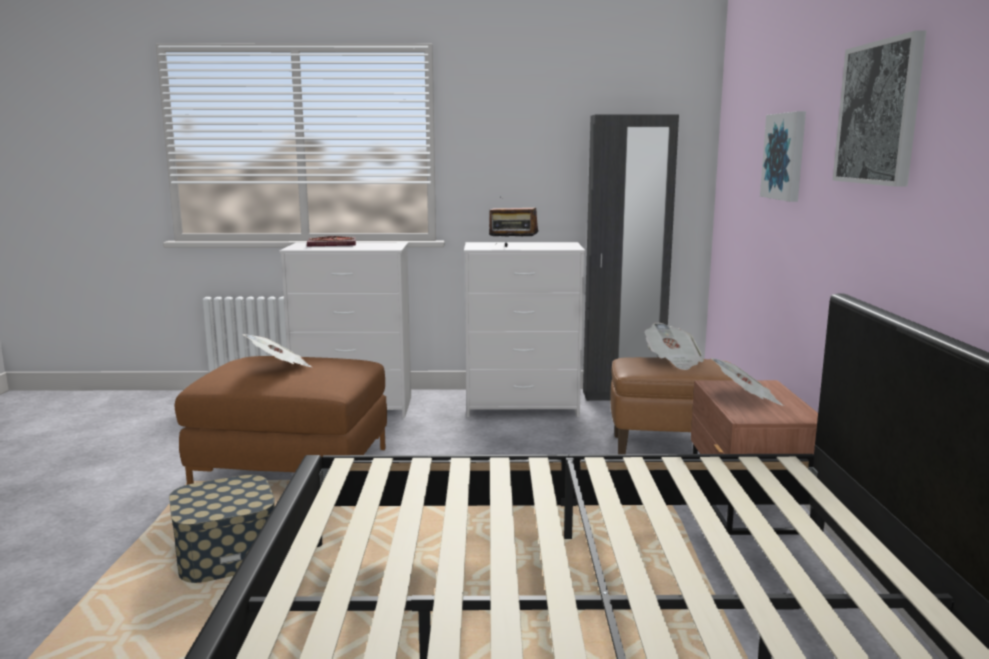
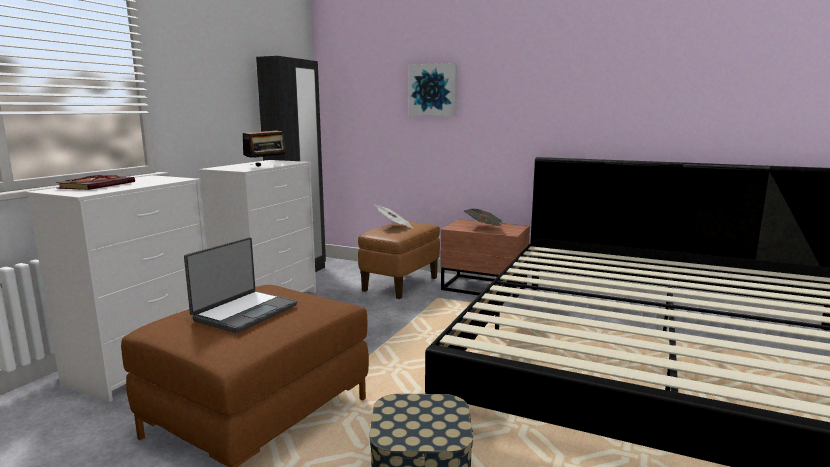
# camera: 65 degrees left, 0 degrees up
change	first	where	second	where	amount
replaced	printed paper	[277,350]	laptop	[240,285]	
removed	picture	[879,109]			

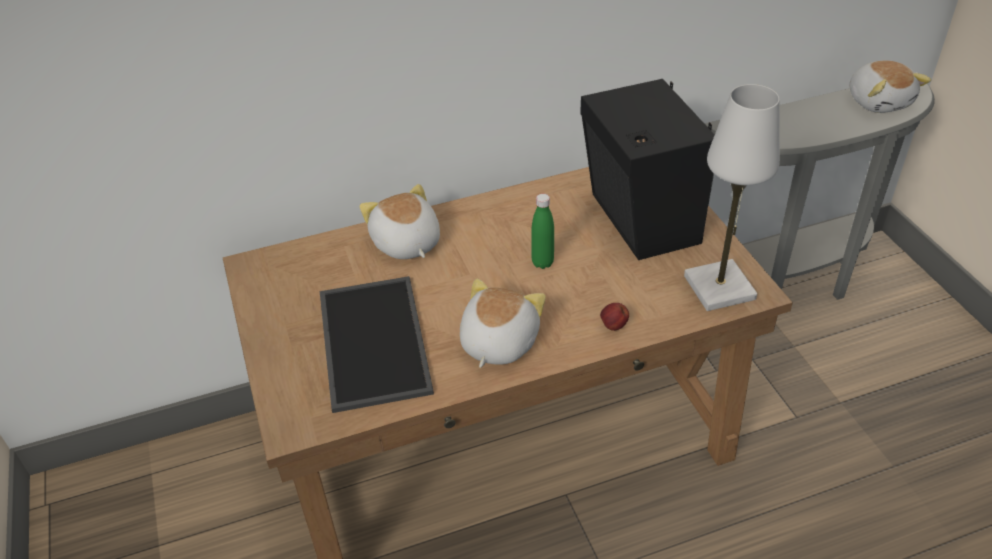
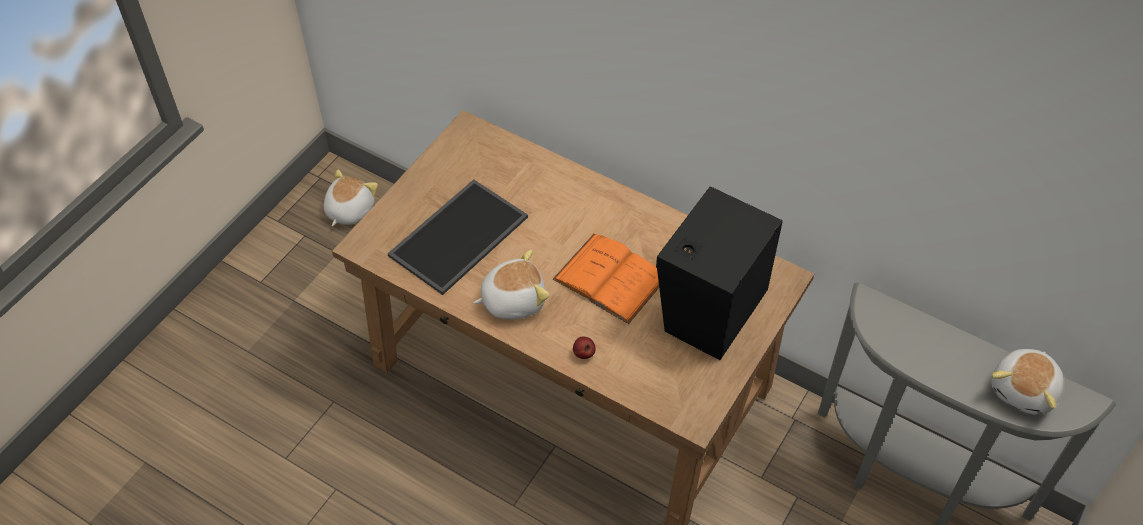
# camera: 50 degrees right, 10 degrees up
change	first	where	second	where	amount
moved	cuddly toy	[399,221]		[351,197]	
replaced	bottle (greenish)	[543,231]	volume (orange)	[606,279]	
removed	table lamp (white-coloured)	[732,197]			

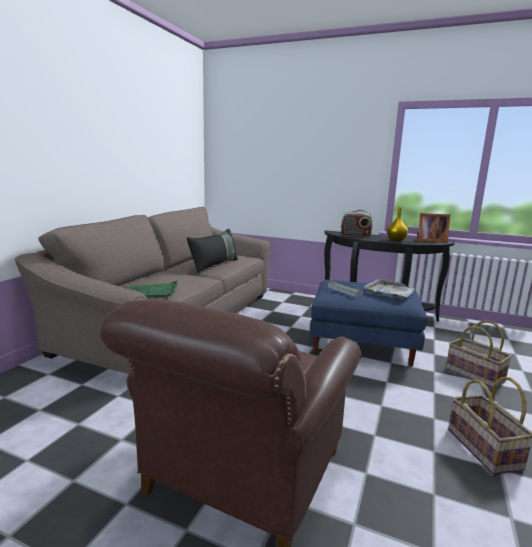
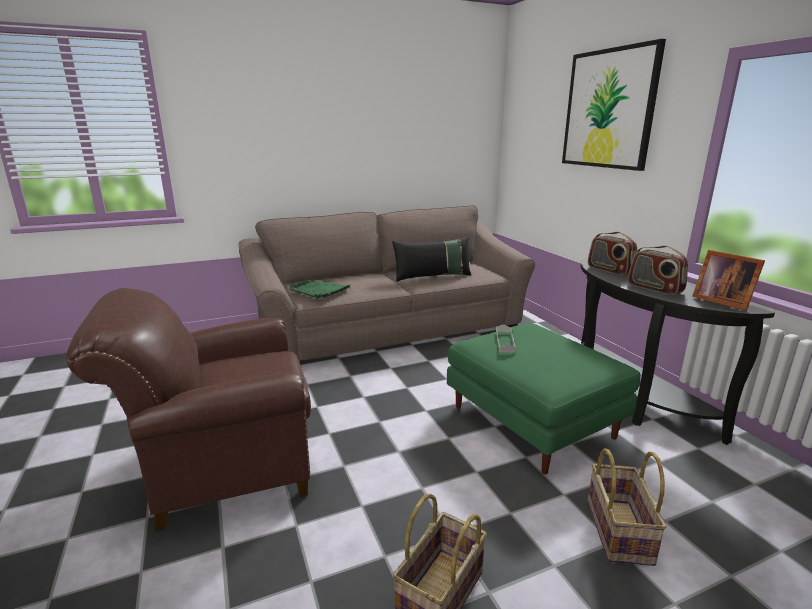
# camera: 45 degrees right, 5 degrees up
change	first	where	second	where	amount
recoloured	ottoman (bluish)	[368,323]	ottoman (greenish)	[544,398]	
added			picture	[614,105]	
replaced	decorative vase (yellowish)	[397,224]	radio	[658,270]	
removed	carrying tray (greyish)	[389,289]			

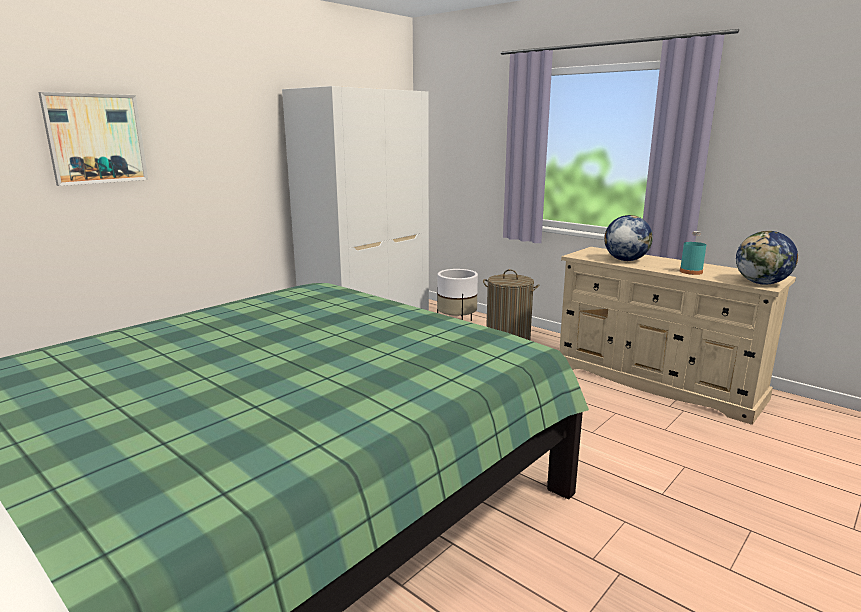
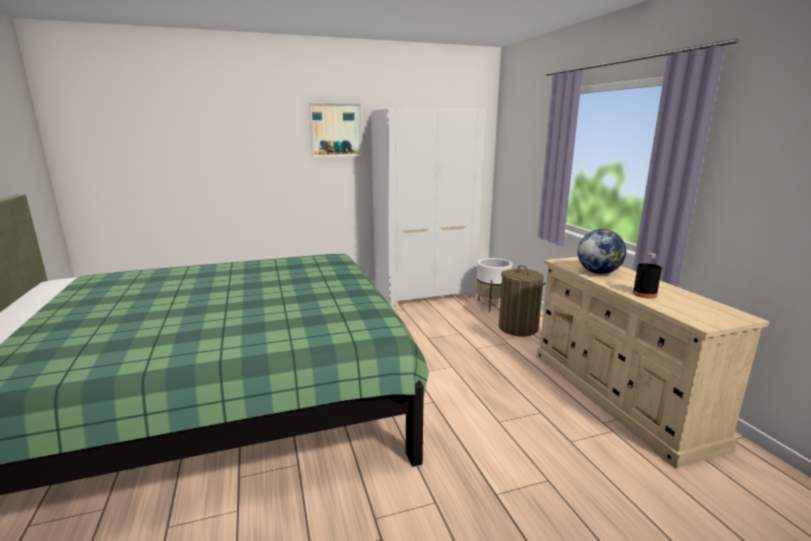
# camera: 30 degrees right, 0 degrees up
change	first	where	second	where	amount
moved	picture	[93,139]		[335,130]	
recoloured	bottle (blue-green)	[693,253]	bottle (black-coloured)	[647,276]	
removed	world globe	[767,257]			

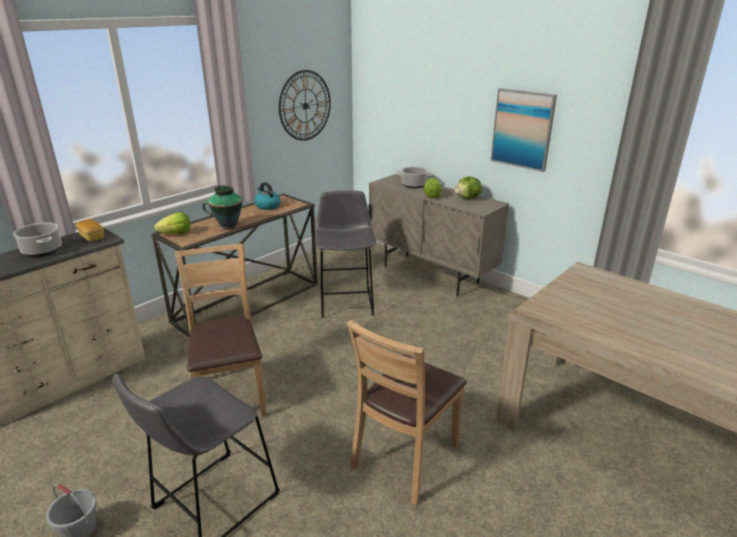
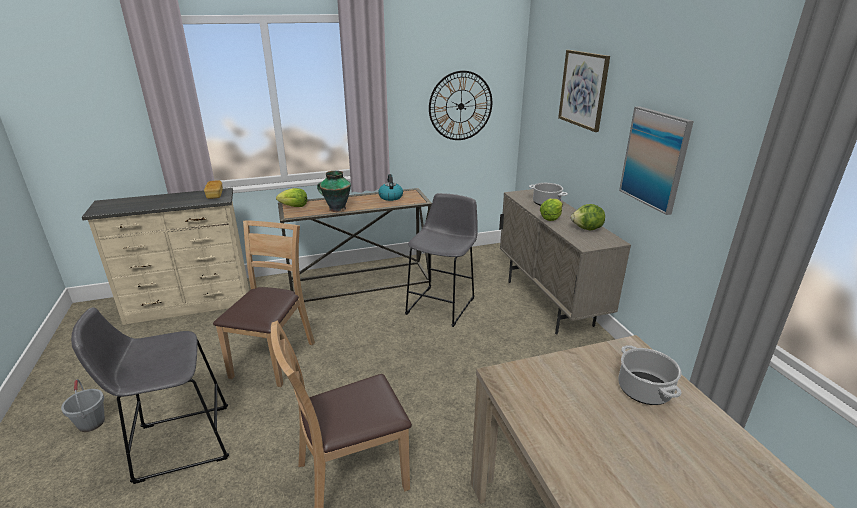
# camera: 30 degrees right, 0 degrees up
change	first	where	second	where	amount
added			picture	[584,91]	
moved	stockpot	[37,239]		[650,375]	

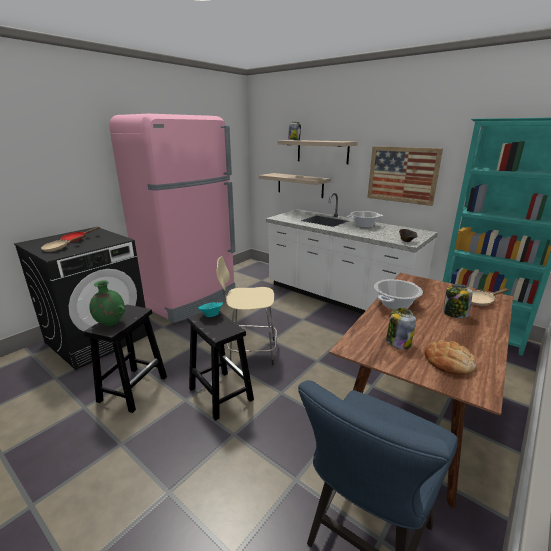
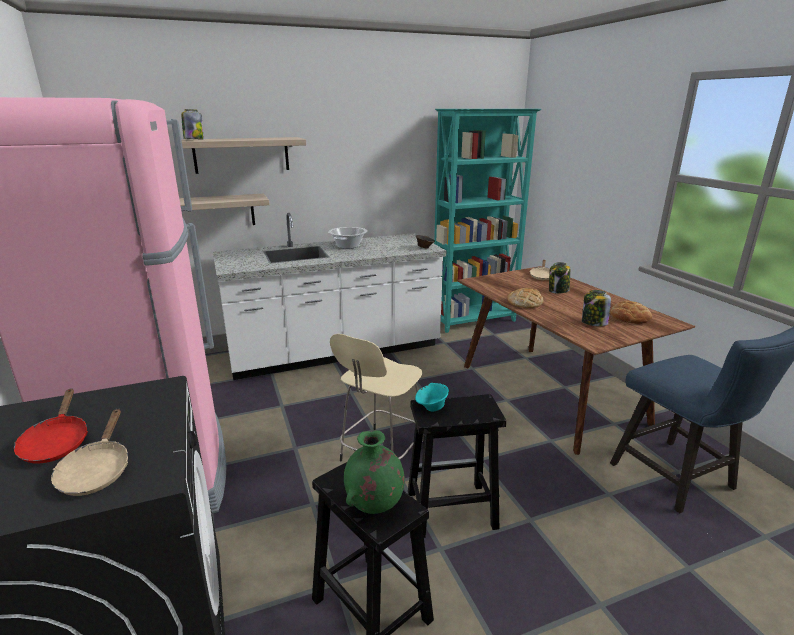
# camera: 60 degrees left, 0 degrees up
change	first	where	second	where	amount
replaced	stockpot	[398,294]	baked bread	[525,298]	
removed	picture	[405,176]			

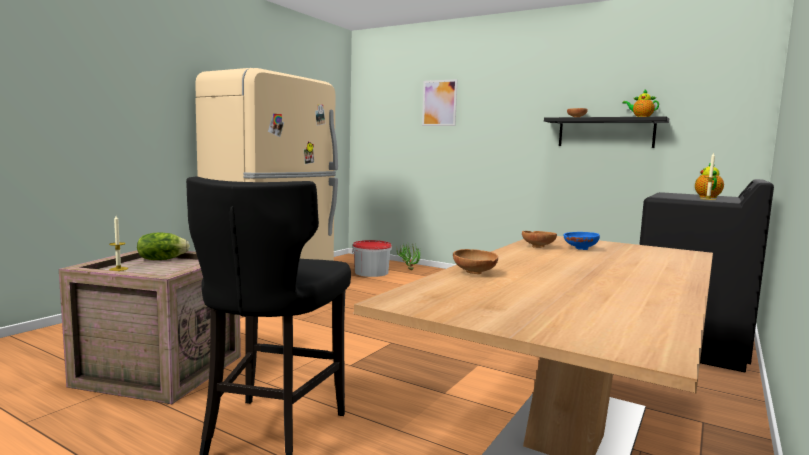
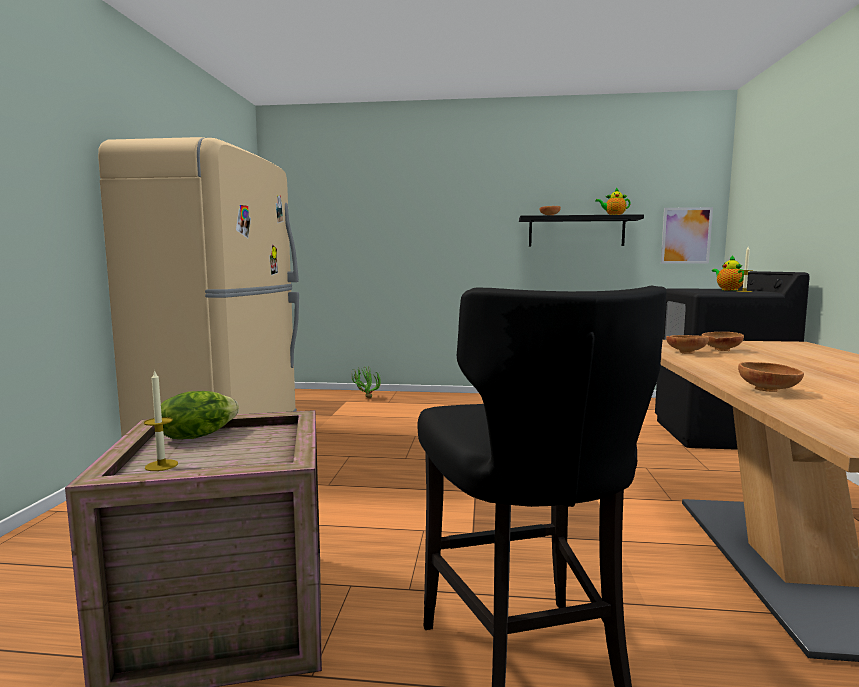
# camera: 25 degrees left, 0 degrees up
change	first	where	second	where	amount
moved	picture	[440,102]		[687,235]	
recoloured	deep dish (bluish)	[582,241]	deep dish (brown-coloured)	[723,341]	
removed	pail	[372,258]			

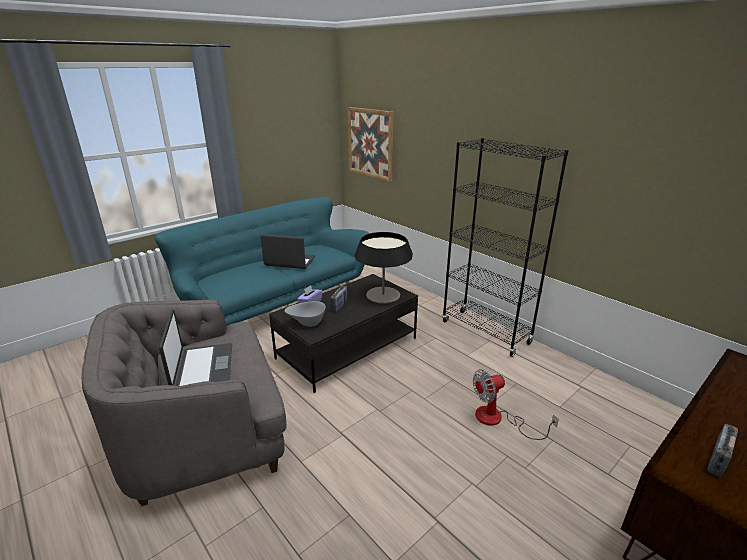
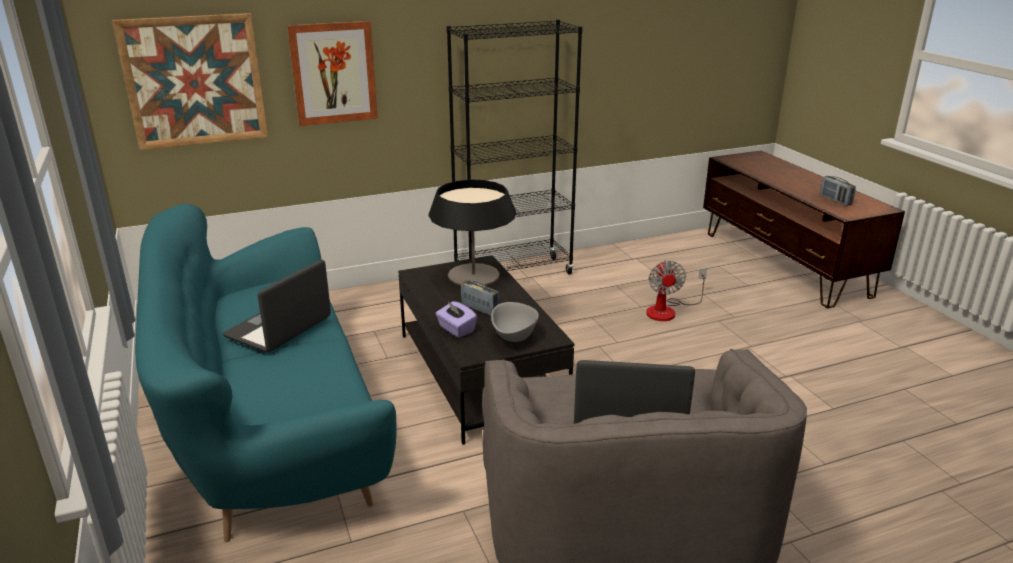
# camera: 70 degrees left, 0 degrees up
change	first	where	second	where	amount
added			picture	[332,73]	

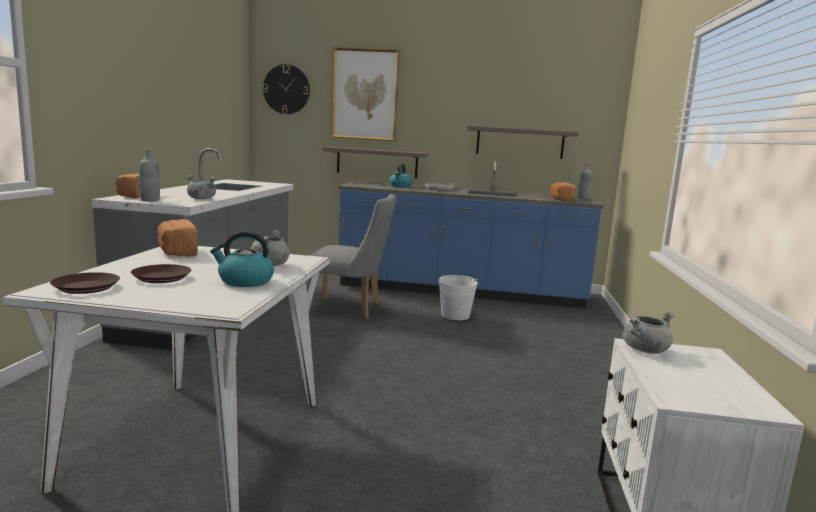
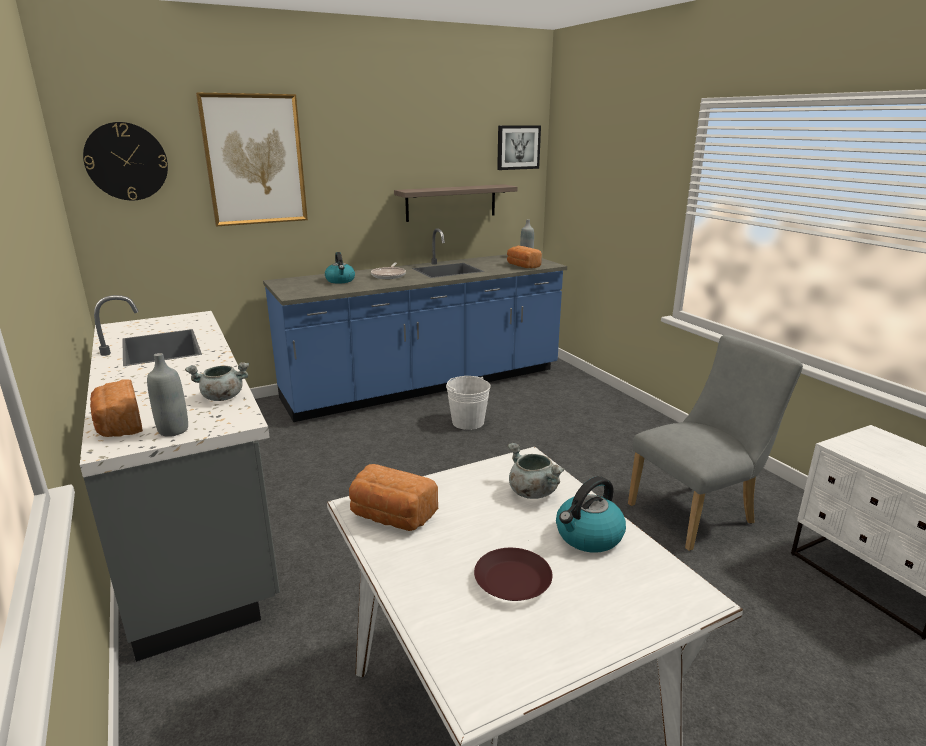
# camera: 35 degrees left, 10 degrees up
change	first	where	second	where	amount
added			picture	[519,147]	
moved	plain chair (greyish)	[351,256]		[715,443]	
removed	dinner plate (brown-coloured)	[85,283]			
removed	bracket shelf	[375,162]			
removed	stockpot (greyish)	[649,333]			

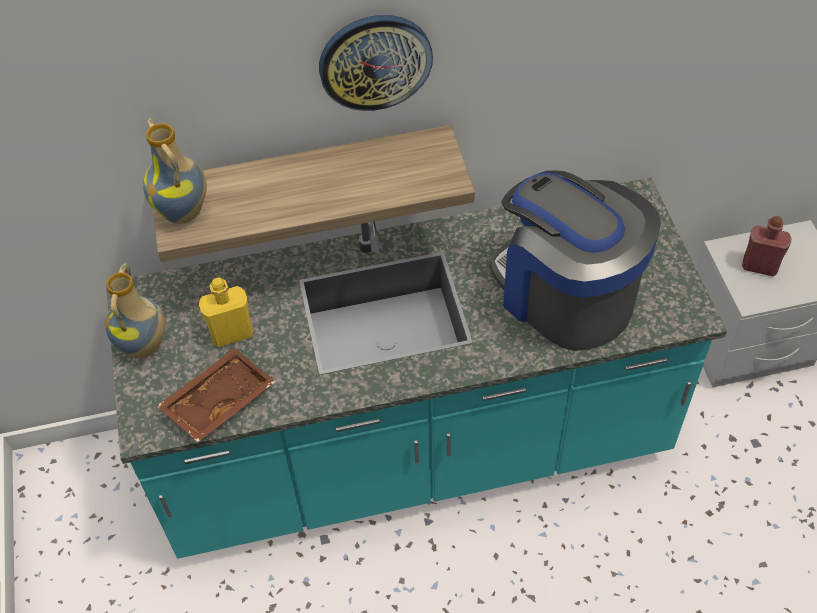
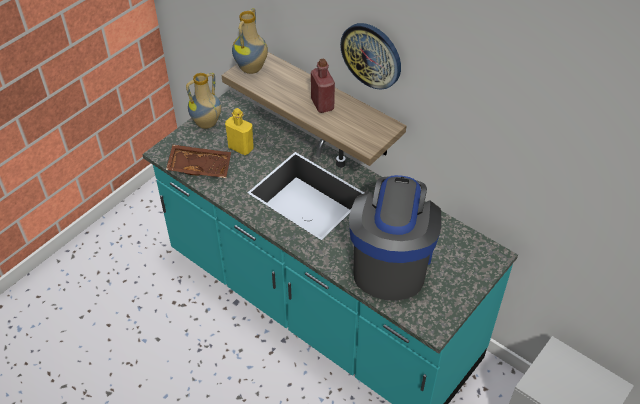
# camera: 50 degrees right, 5 degrees down
change	first	where	second	where	amount
moved	bottle (reddish)	[766,246]		[323,86]	

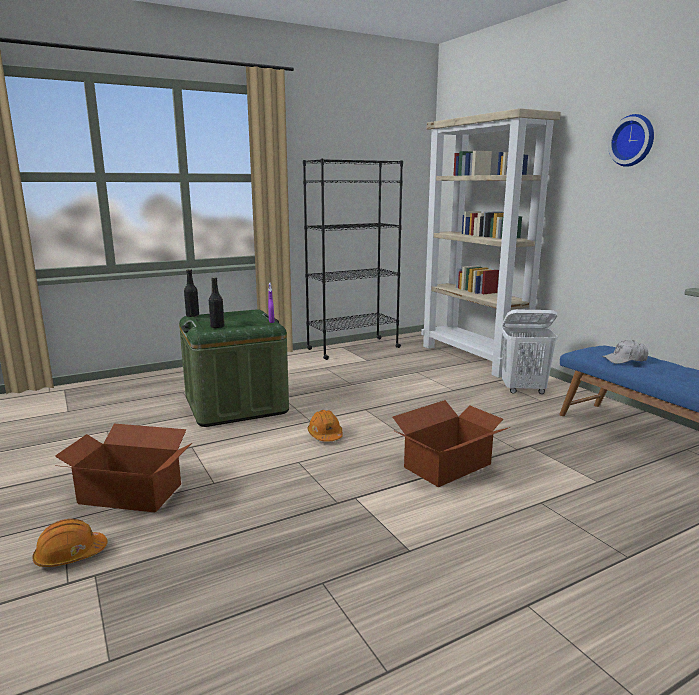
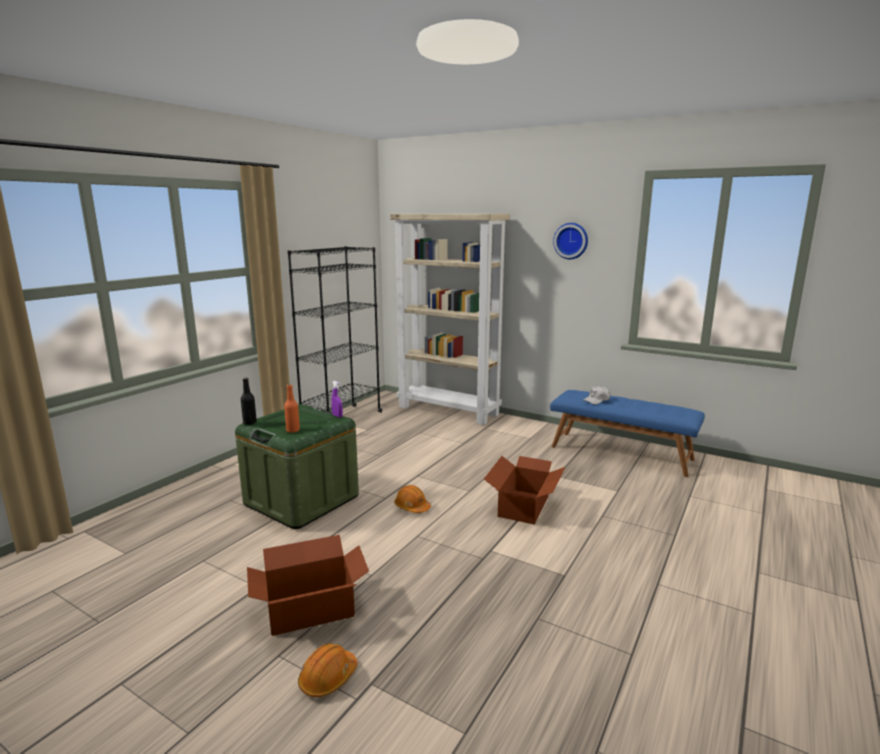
# camera: 30 degrees left, 0 degrees up
change	first	where	second	where	amount
recoloured	bottle (black-coloured)	[216,302]	bottle (orange)	[292,408]	
removed	washing basket (white-coloured)	[529,351]			

